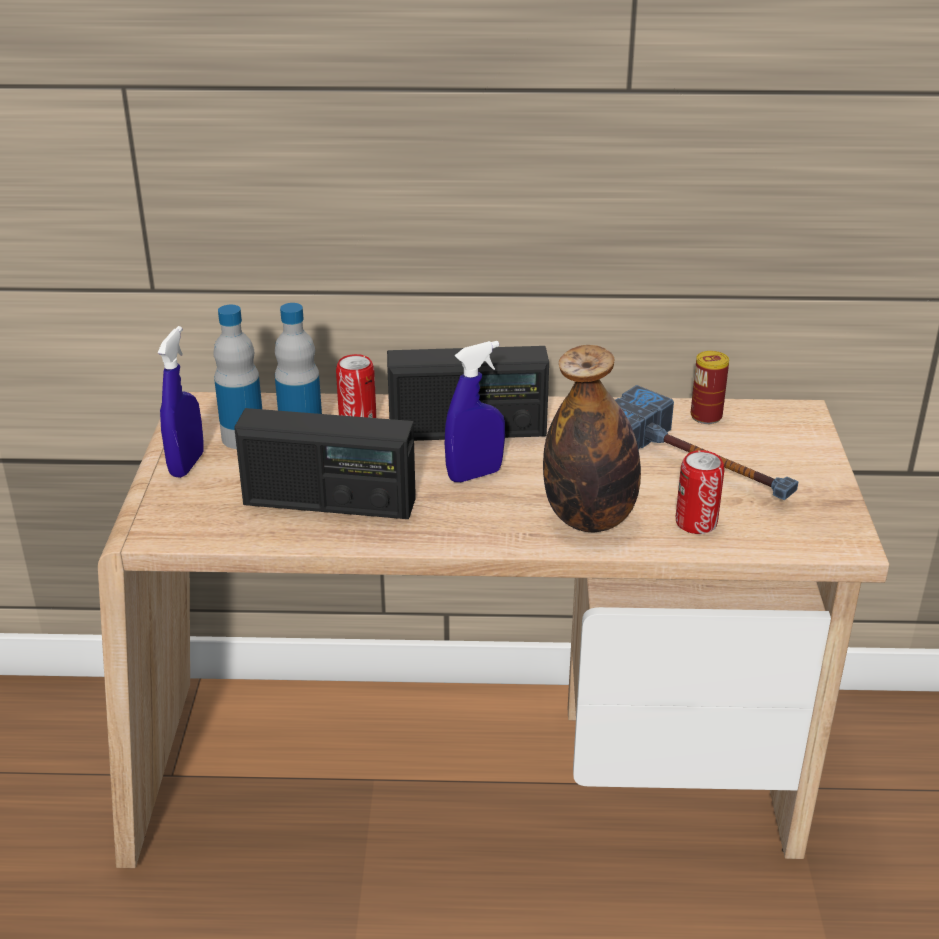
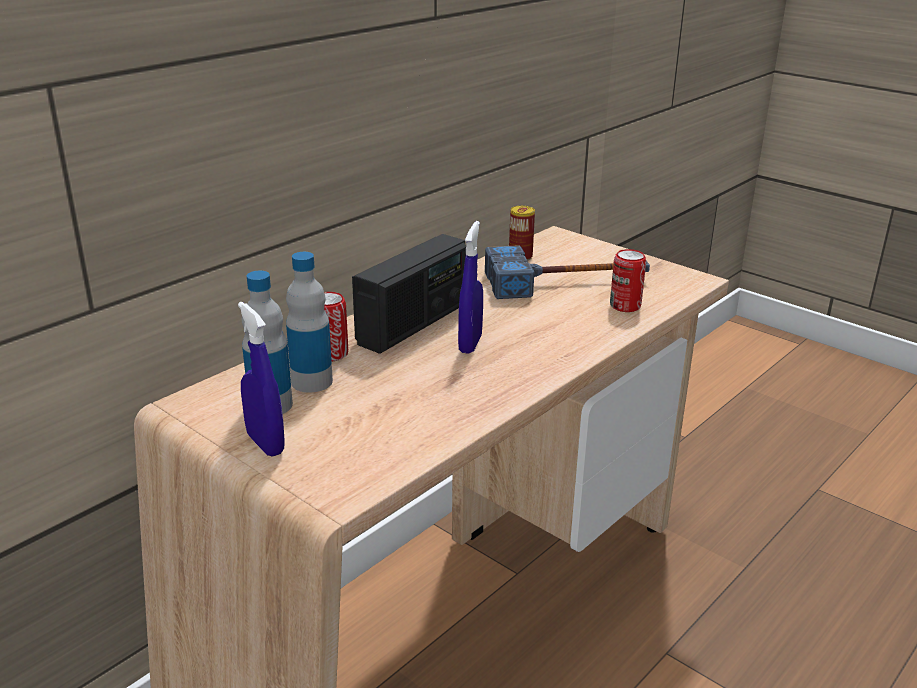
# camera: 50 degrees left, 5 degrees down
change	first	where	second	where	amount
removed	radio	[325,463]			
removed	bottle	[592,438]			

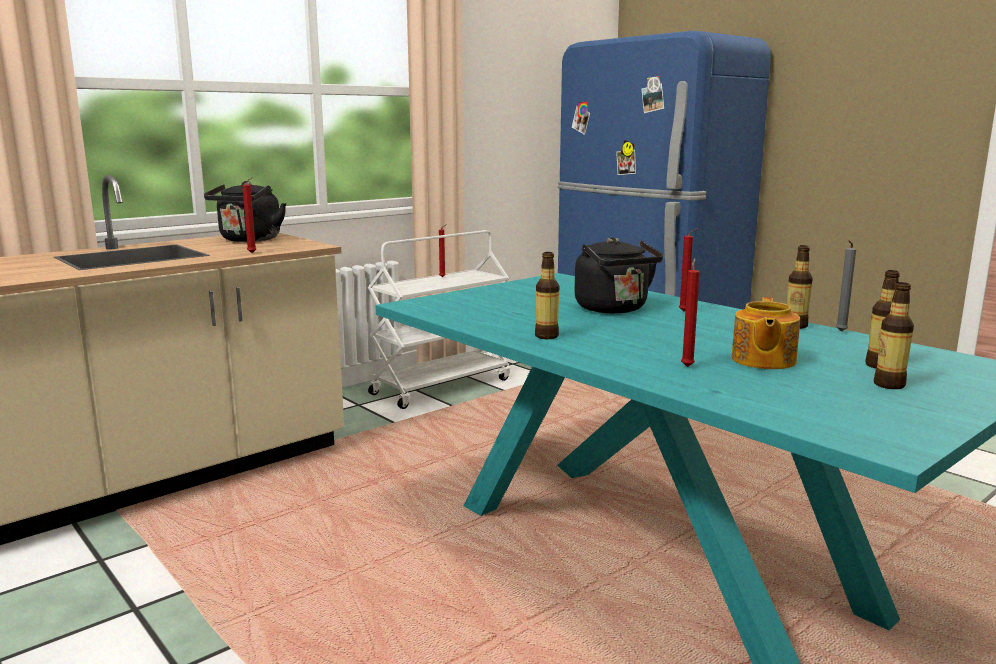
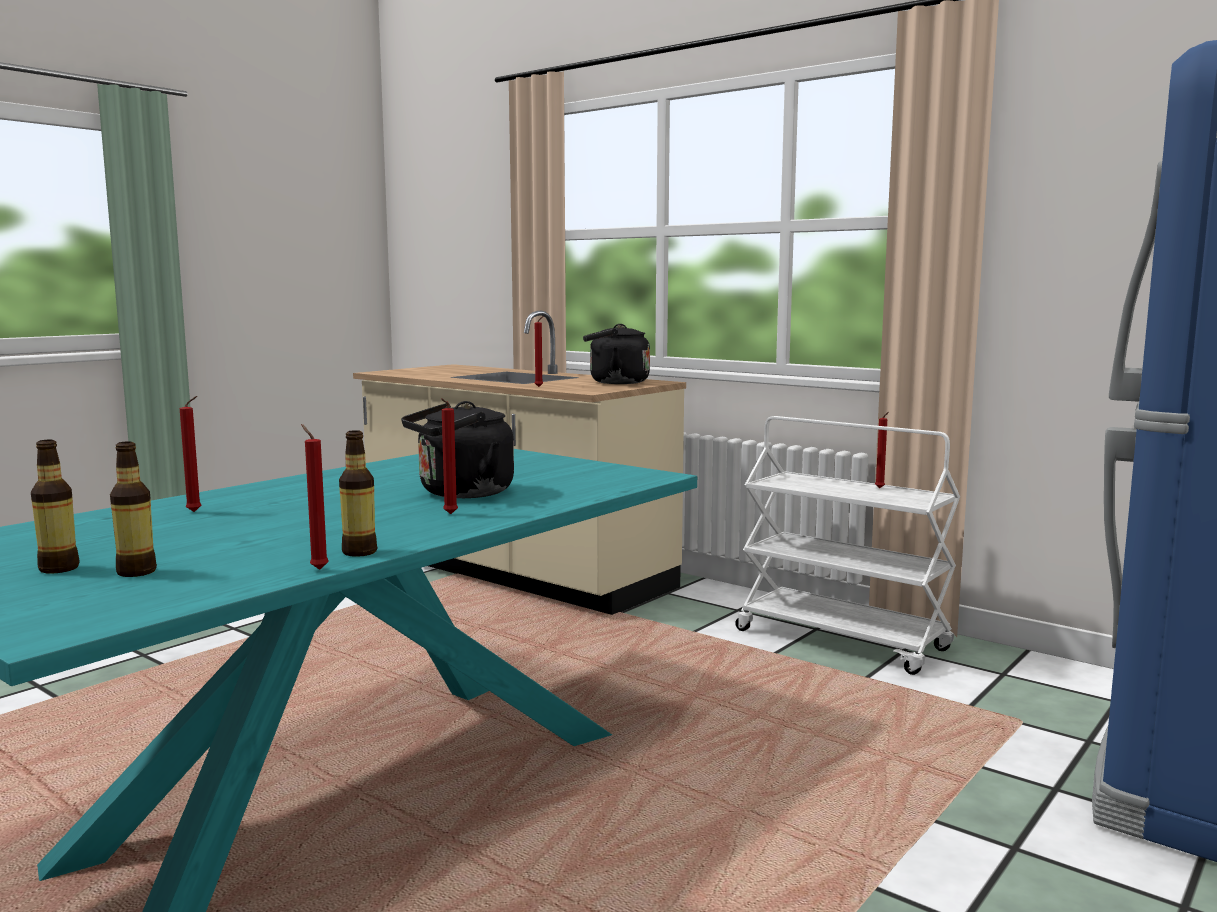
# camera: 80 degrees right, 5 degrees down
change	first	where	second	where	amount
recoloured	wax candle (greyish)	[846,286]	wax candle (reddish)	[315,497]	
removed	bottle	[547,295]			
removed	teapot	[766,333]			

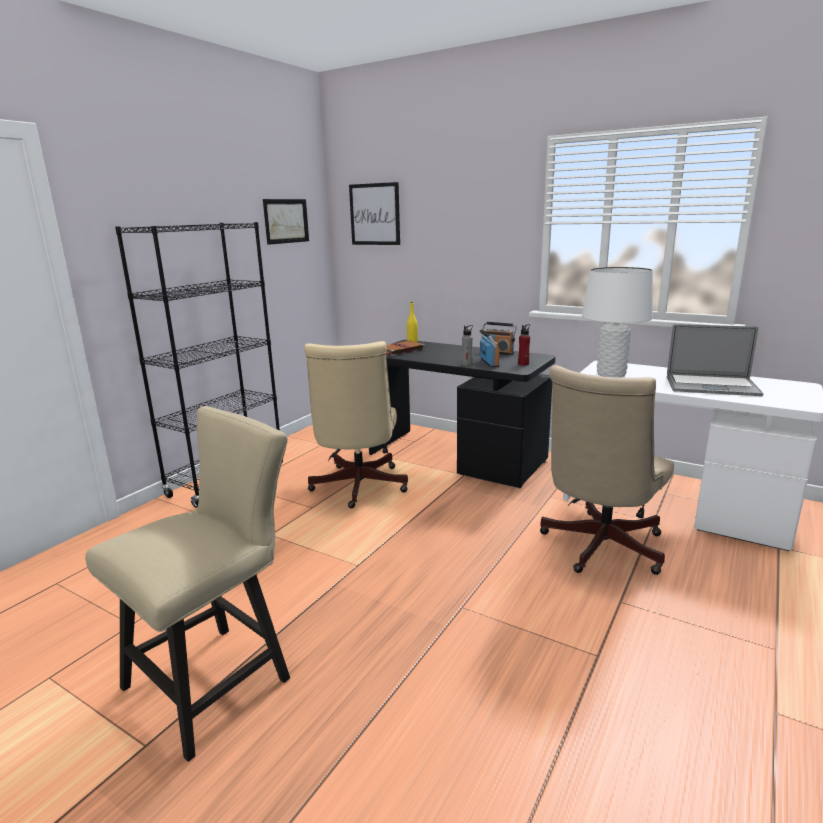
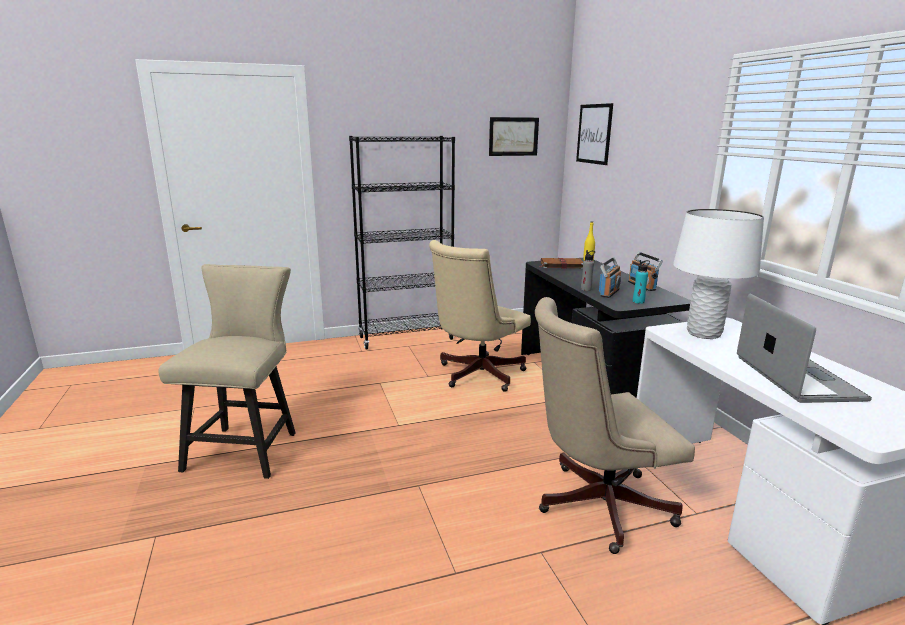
# camera: 40 degrees right, 0 degrees up
change	first	where	second	where	amount
turned	plain chair (sand-coloured)	[187,584]		[227,371]	75 degrees counterclockwise
recoloured	bottle (reddish)	[524,345]	bottle (blue-green)	[641,282]	
turned	laptop	[715,360]		[804,348]	150 degrees counterclockwise

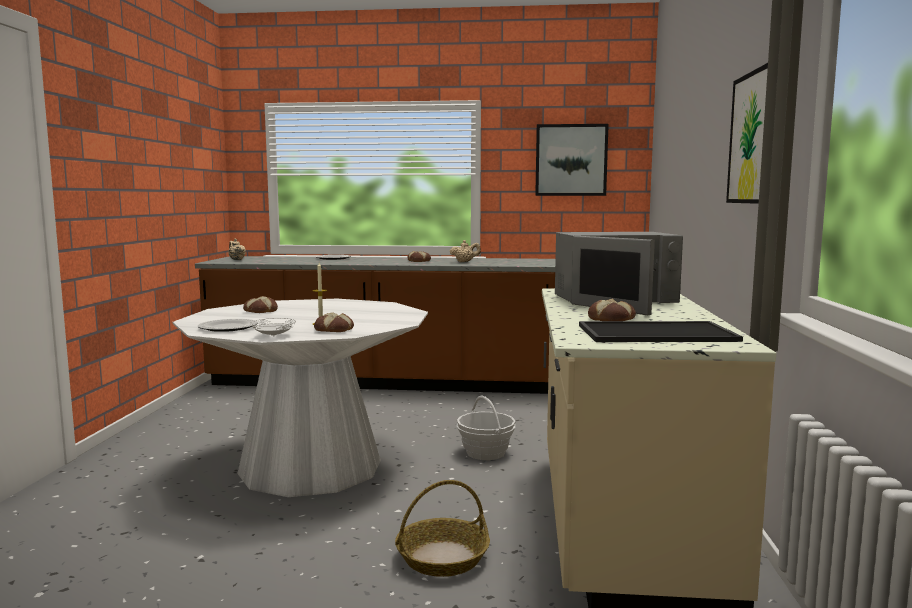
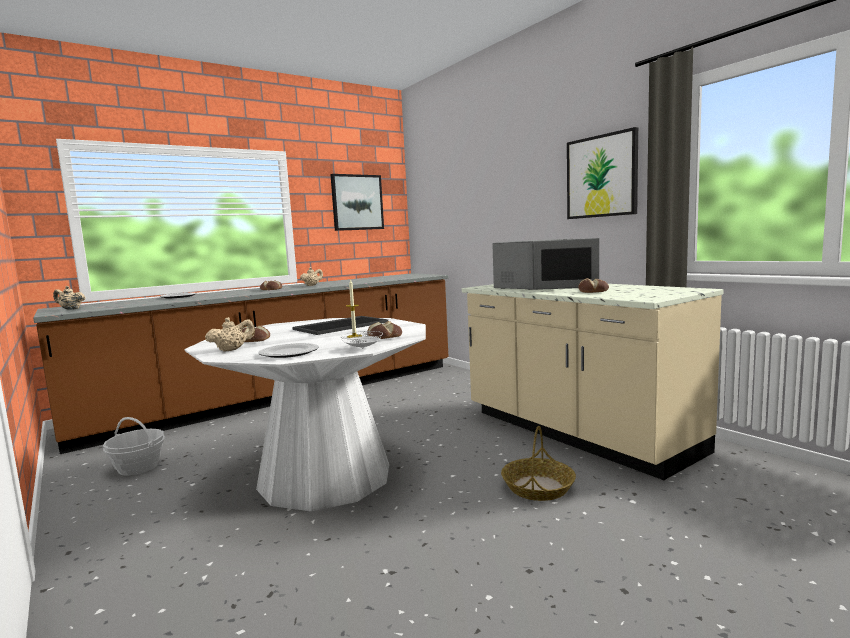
# camera: 40 degrees left, 0 degrees up
change	first	where	second	where	amount
moved	household basket	[486,428]		[134,446]	
added			teapot (sand-coloured)	[230,334]	
moved	carrying tray	[661,331]		[340,325]	

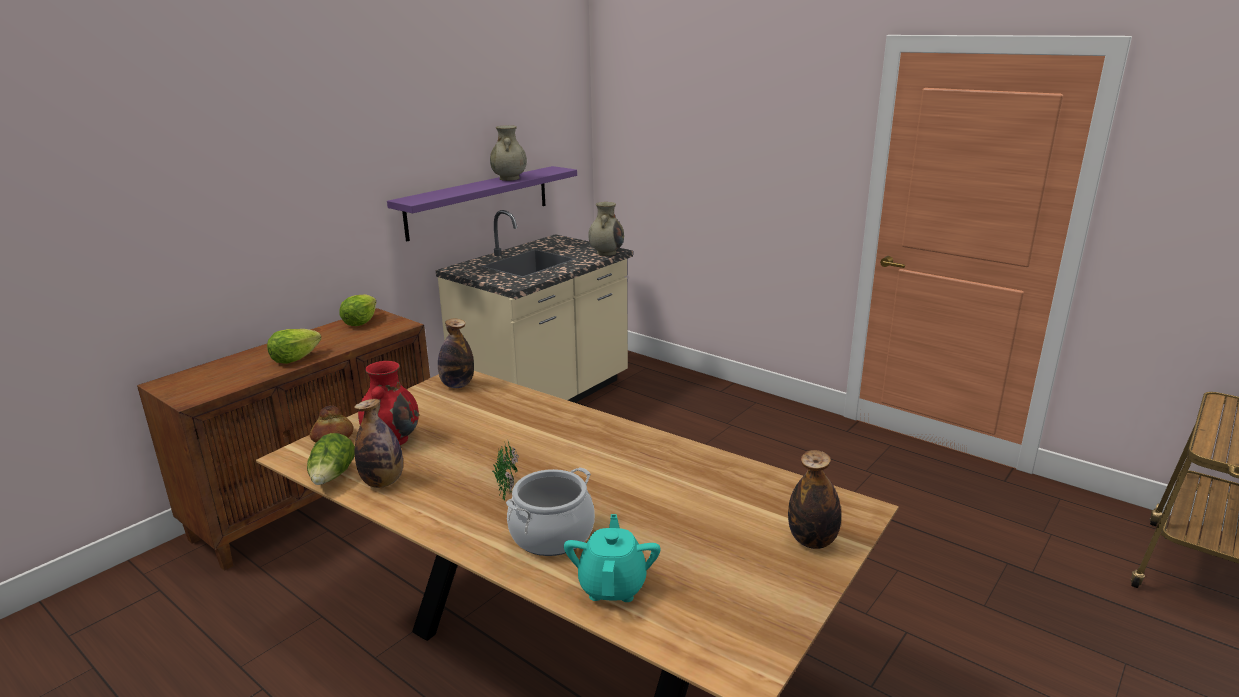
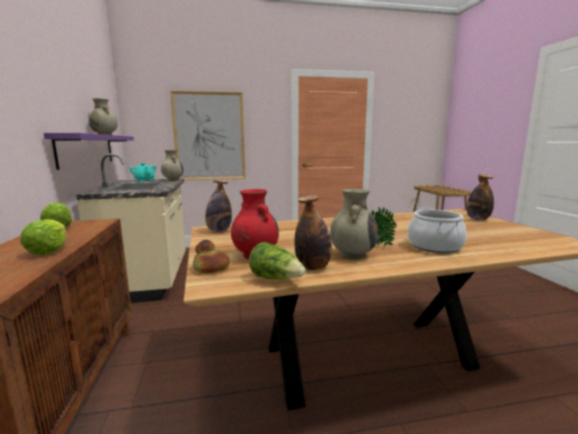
# camera: 50 degrees left, 10 degrees down
change	first	where	second	where	amount
moved	teapot (blue-green)	[612,558]		[143,172]	
added			picture	[207,135]	
added			decorative vase (sand-coloured)	[354,224]	

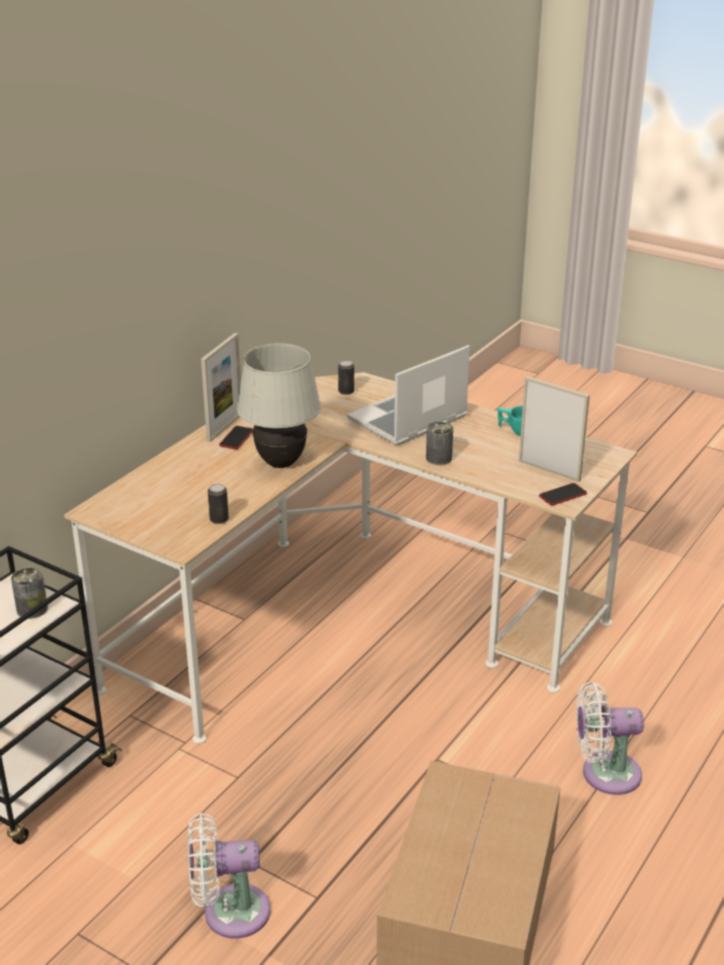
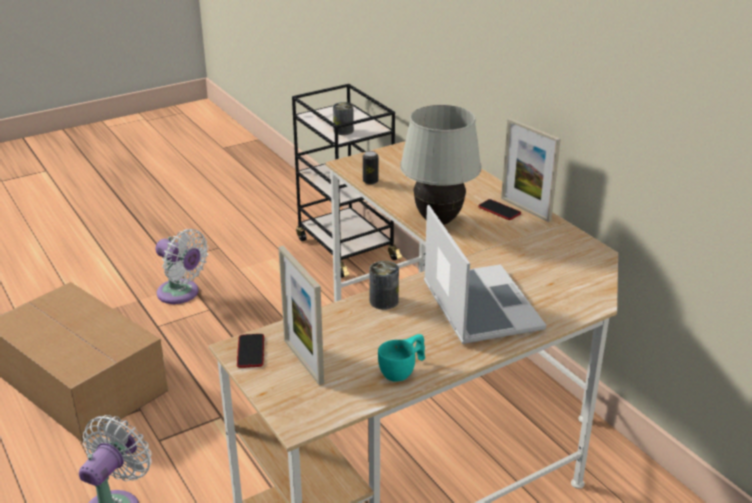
# camera: 115 degrees right, 0 degrees up
change	first	where	second	where	amount
turned	electric fan (white-coloured)	[229,876]		[182,266]	105 degrees clockwise
turned	picture frame	[554,429]		[301,315]	90 degrees clockwise
removed	metal can	[346,377]			

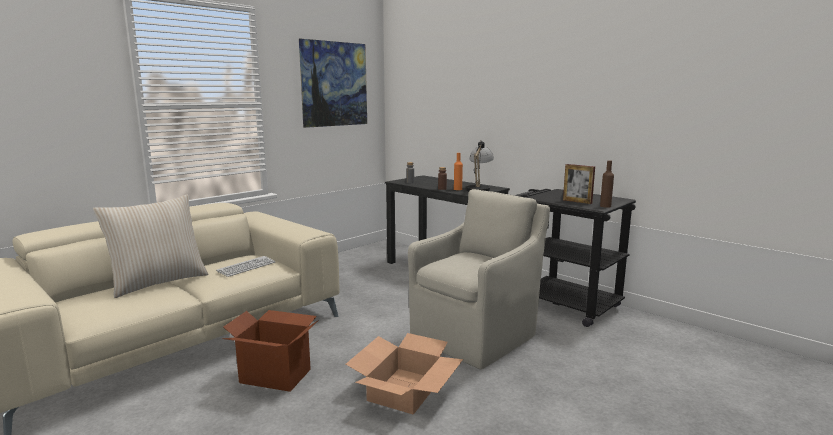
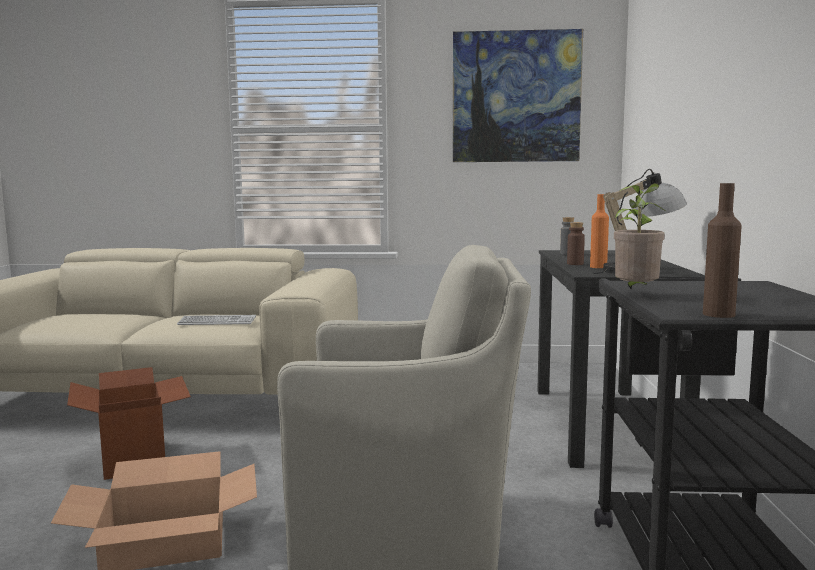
# camera: 50 degrees right, 5 degrees down
change	first	where	second	where	amount
added			houseplant	[639,236]	
removed	pillow (sand-coloured)	[151,246]			
removed	picture frame	[579,184]			

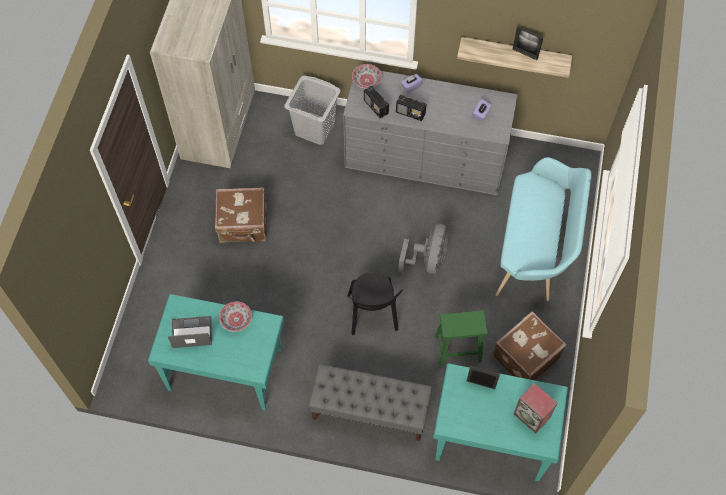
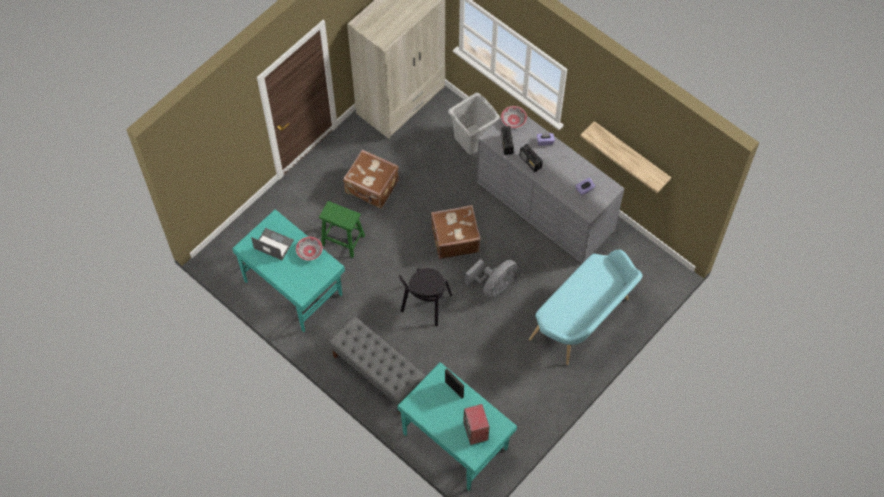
# camera: 30 degrees right, 0 degrees up
change	first	where	second	where	amount
moved	sitting stool (greenish)	[461,338]		[342,229]	
moved	travel case (brown-coloured)	[530,345]		[456,232]	
removed	picture frame	[528,43]			

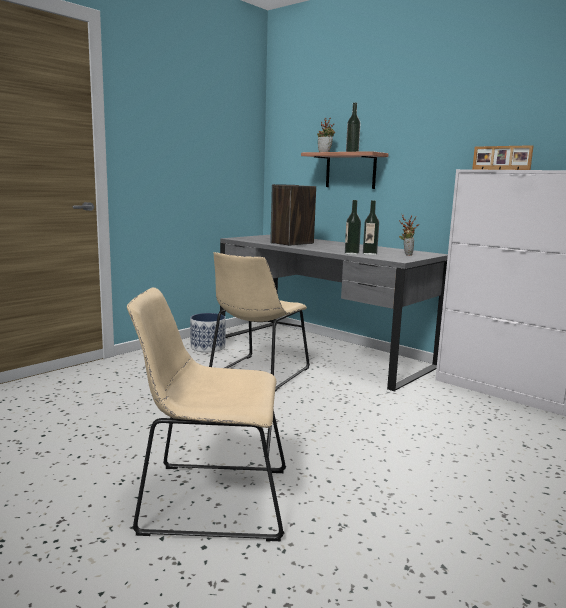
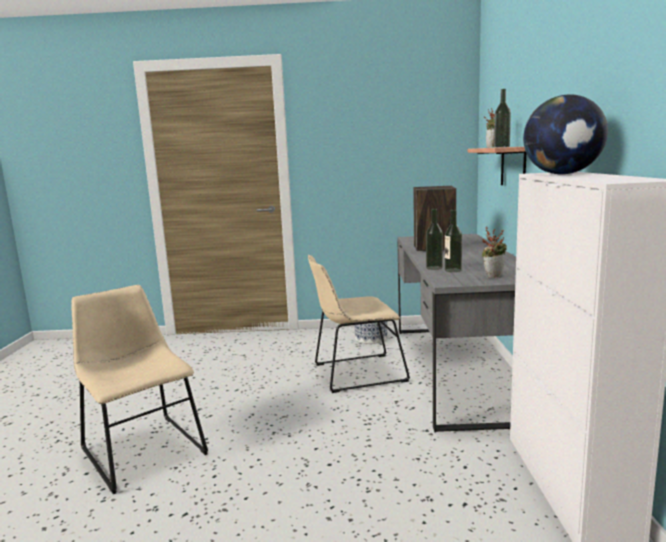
# camera: 50 degrees right, 0 degrees up
change	first	where	second	where	amount
replaced	picture frame	[503,157]	world globe	[565,134]	

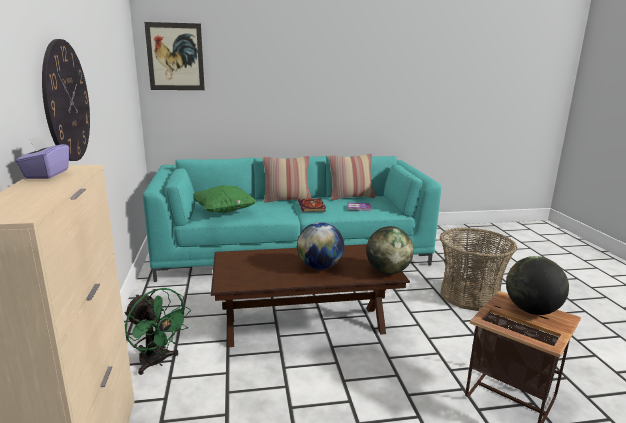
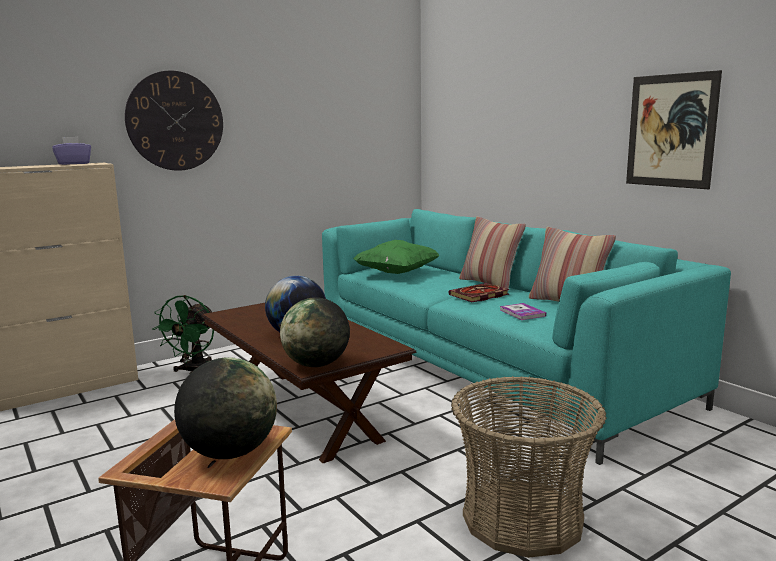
# camera: 65 degrees right, 5 degrees down
change	first	where	second	where	amount
moved	picture	[174,56]		[674,129]	

